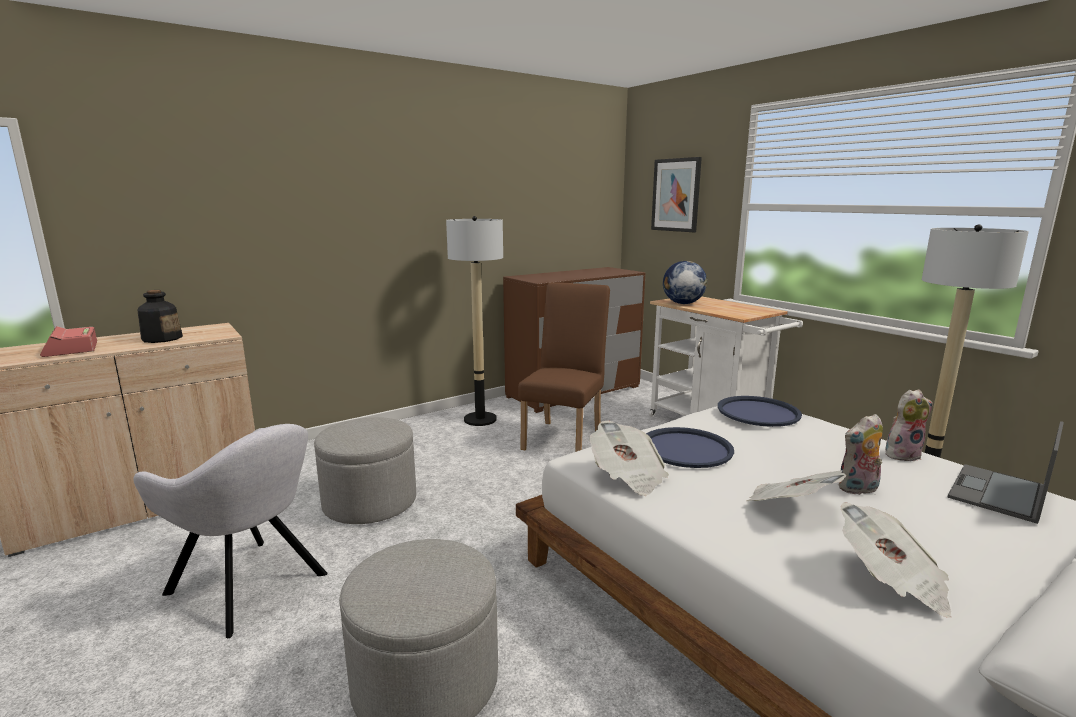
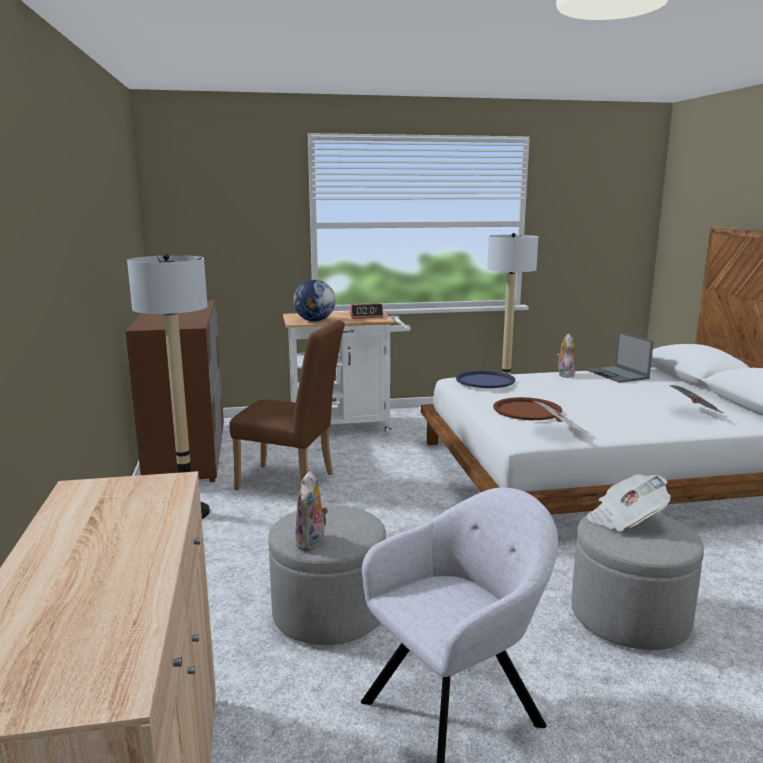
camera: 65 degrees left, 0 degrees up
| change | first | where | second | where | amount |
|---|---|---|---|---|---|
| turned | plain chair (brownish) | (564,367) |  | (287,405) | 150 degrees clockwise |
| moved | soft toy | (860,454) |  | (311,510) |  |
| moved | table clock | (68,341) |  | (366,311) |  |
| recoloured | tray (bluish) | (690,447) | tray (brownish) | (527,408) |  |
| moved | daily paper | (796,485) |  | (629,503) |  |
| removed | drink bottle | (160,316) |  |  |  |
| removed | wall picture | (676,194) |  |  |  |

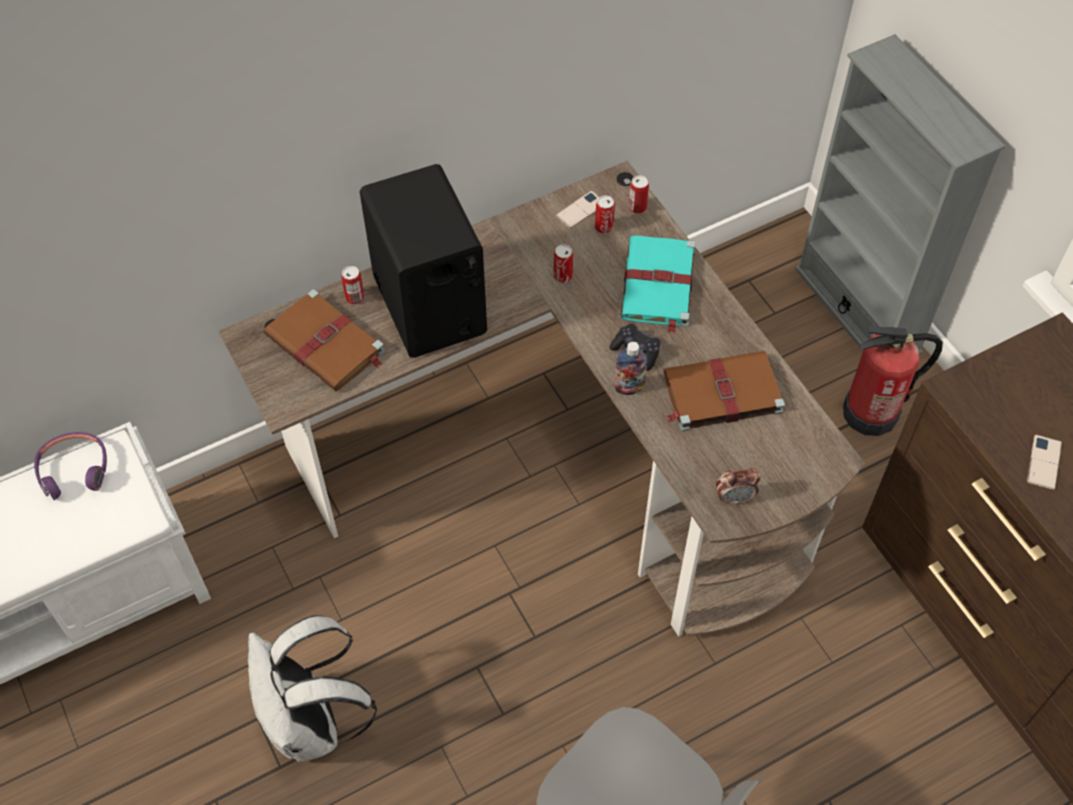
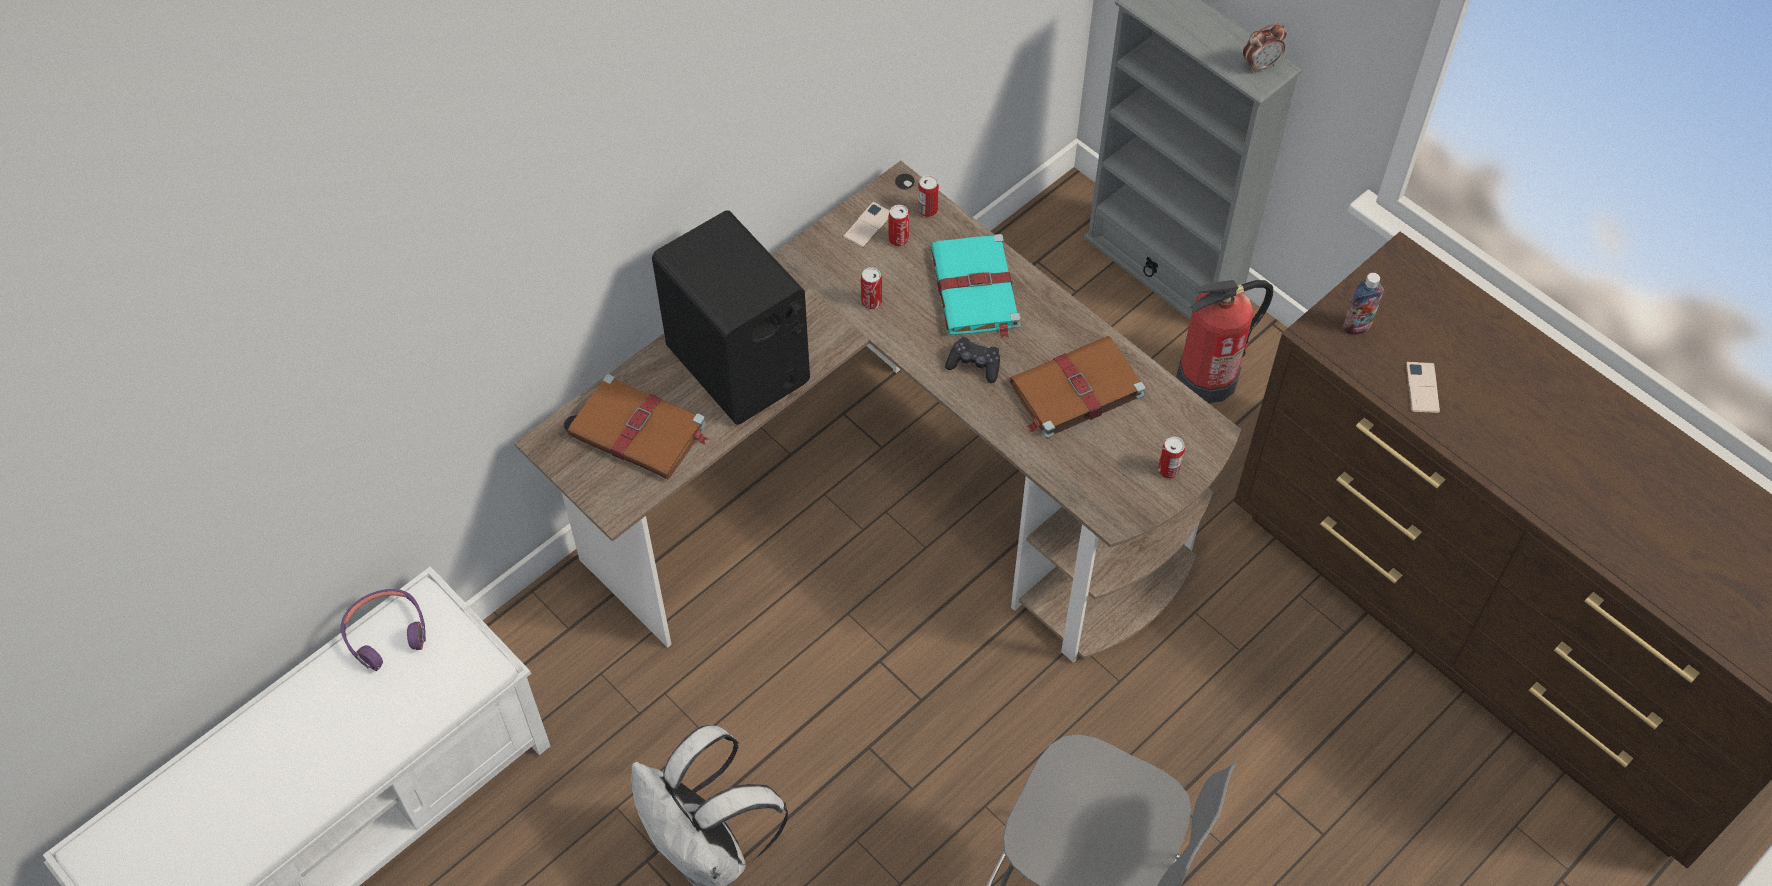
camera: 15 degrees left, 0 degrees up
| change | first | where | second | where | amount |
|---|---|---|---|---|---|
| moved | can | (352,285) |  | (1171,458) |  |
| moved | table clock | (738,486) |  | (1265,48) |  |
| moved | drink bottle | (630,368) |  | (1363,304) |  |

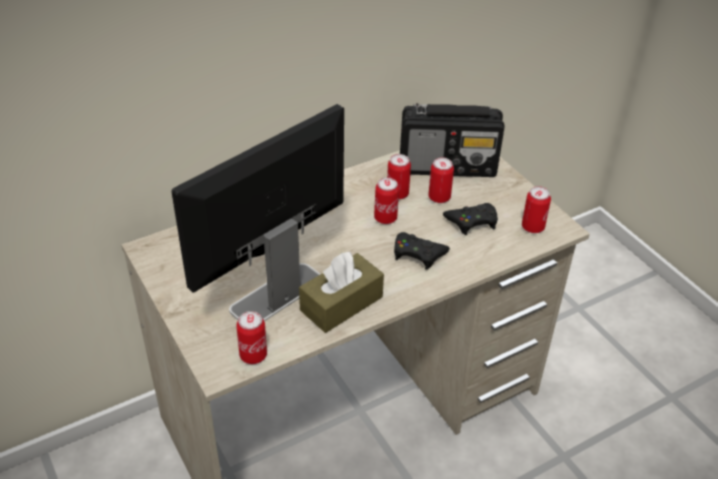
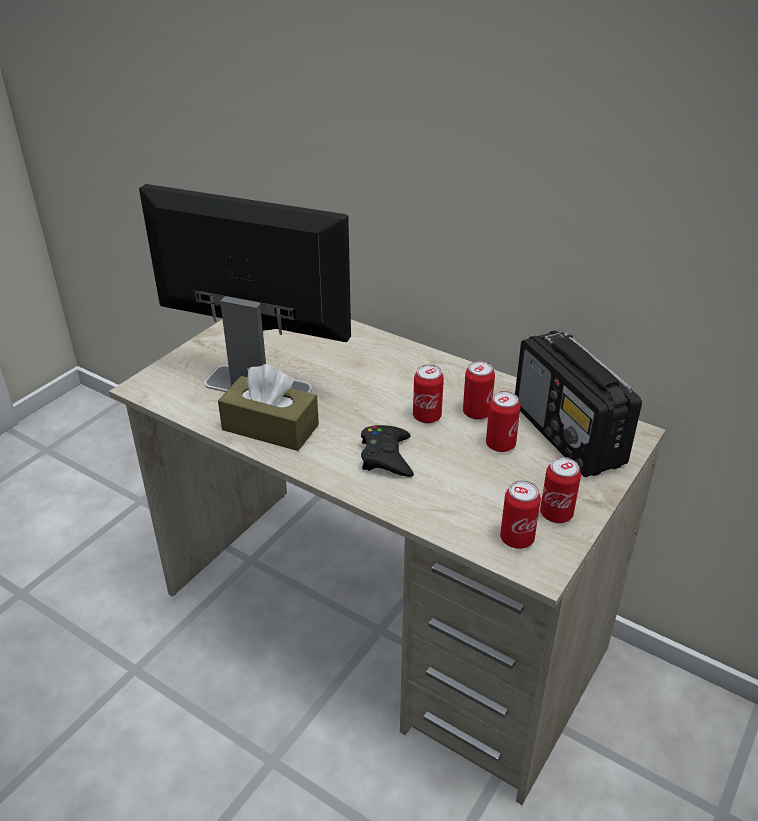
camera: 65 degrees right, 5 degrees down
| change | first | where | second | where | amount |
|---|---|---|---|---|---|
| moved | can | (251,337) |  | (560,490) |  |
| removed | game controller (black) | (470,219) |  |  |  |

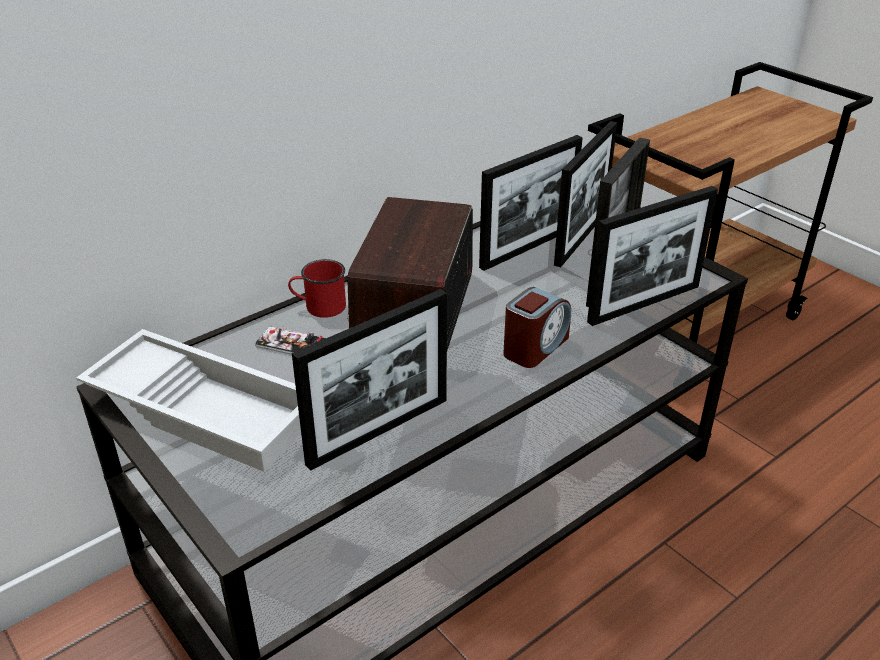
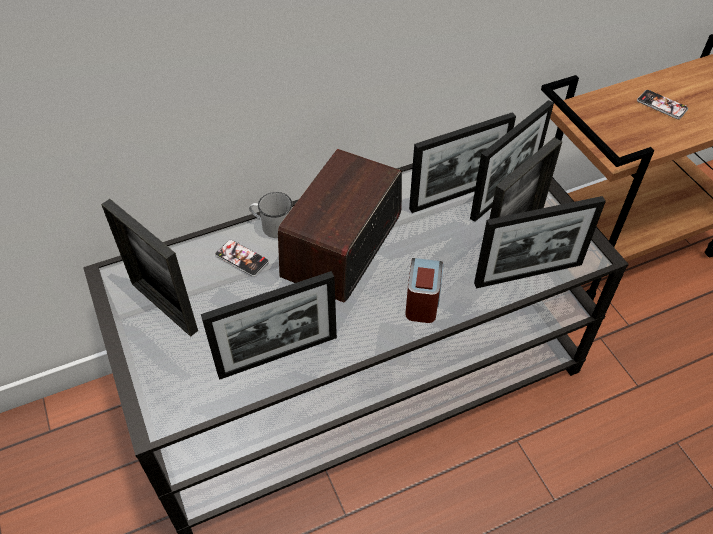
camera: 15 degrees right, 15 degrees up
| change | first | where | second | where | amount |
|---|---|---|---|---|---|
| replaced | tray (white-coloured) | (188,400) | standing frame | (149,268) |  |
| recoloured | coffee mug (red) | (317,288) | coffee mug (white-coloured) | (270,215) |  |
| turned | table clock | (537,327) |  | (424,290) | 45 degrees counterclockwise |
| added |  |  | telephone | (662,104) |  |

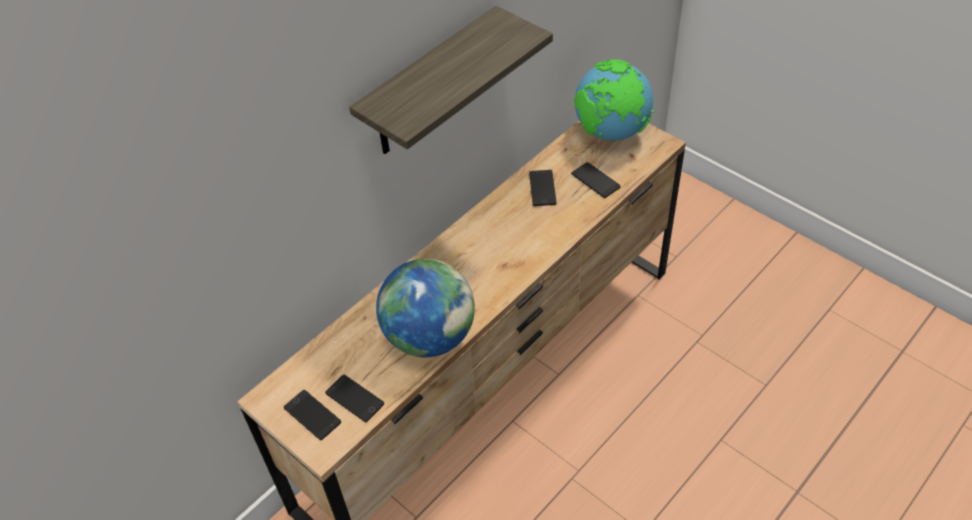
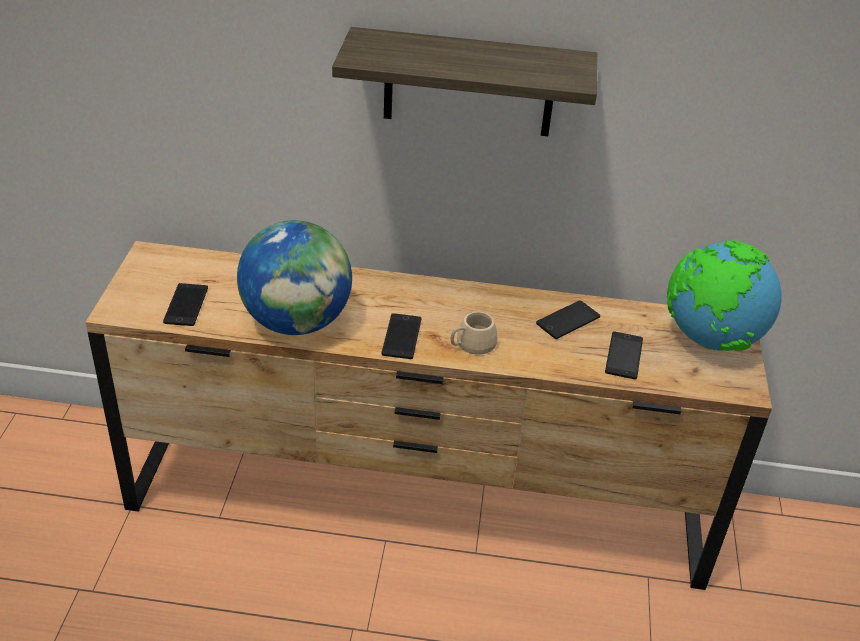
camera: 50 degrees right, 10 degrees down
| change | first | where | second | where | amount |
|---|---|---|---|---|---|
| moved | telephone | (312,415) |  | (402,336) |  |
| added |  |  | coffee mug (beige) | (473,333) |  |

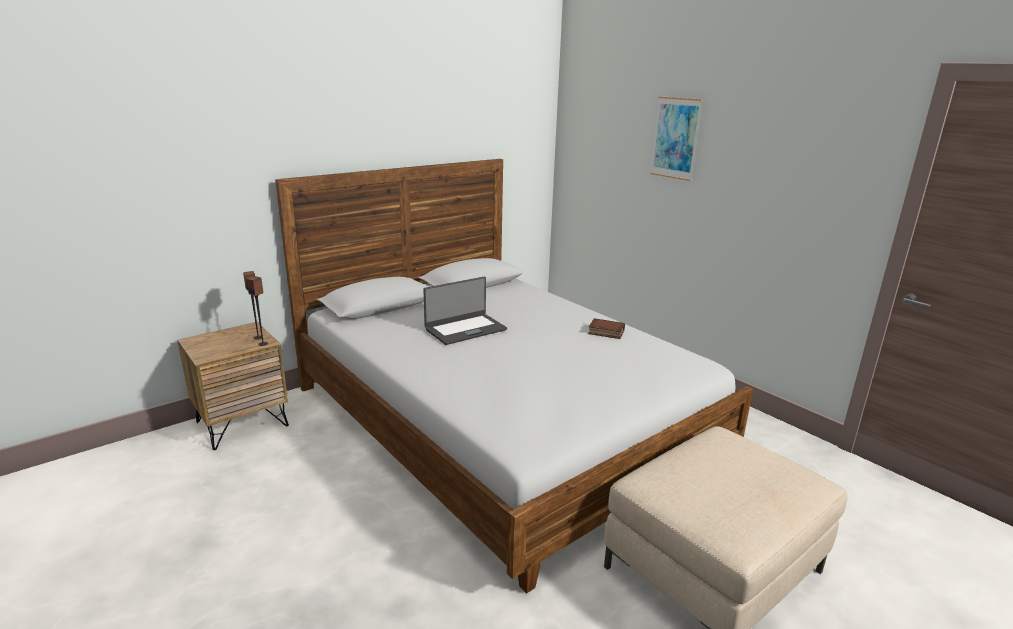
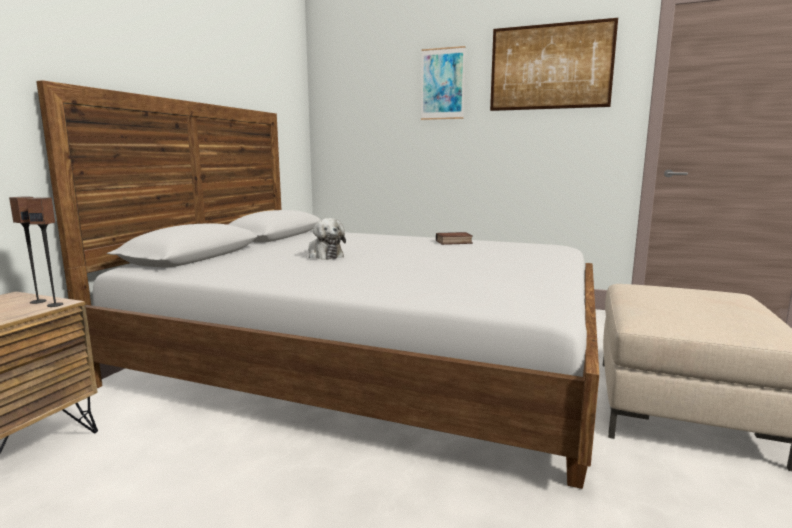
camera: 30 degrees left, 10 degrees down
| change | first | where | second | where | amount |
|---|---|---|---|---|---|
| replaced | laptop | (465,311) | soft toy | (327,239) |  |
| added |  |  | wall picture | (554,64) |  |

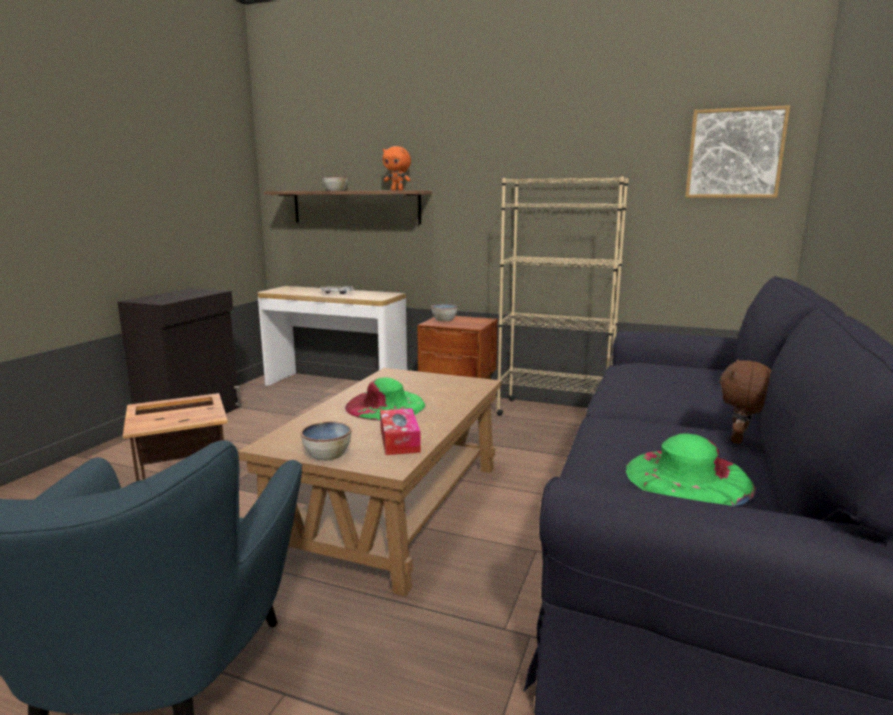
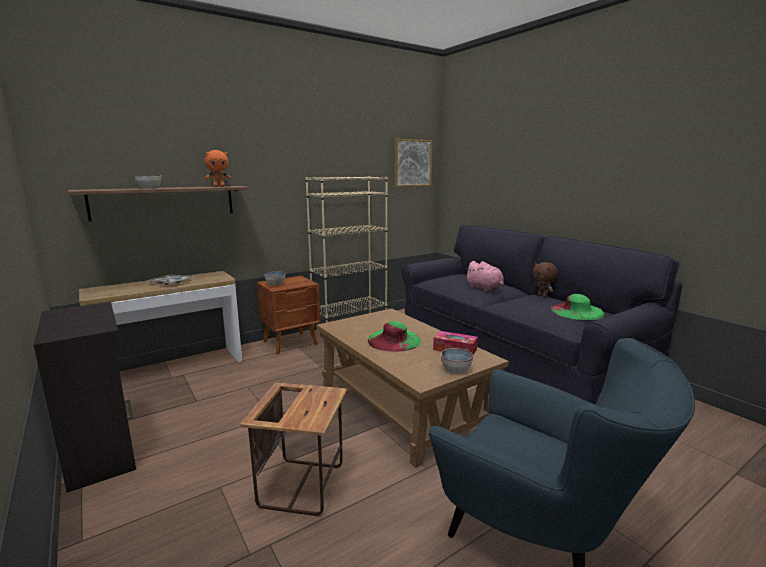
camera: 55 degrees left, 0 degrees up
| change | first | where | second | where | amount |
|---|---|---|---|---|---|
| added |  |  | soft toy (pink) | (485,276) |  |

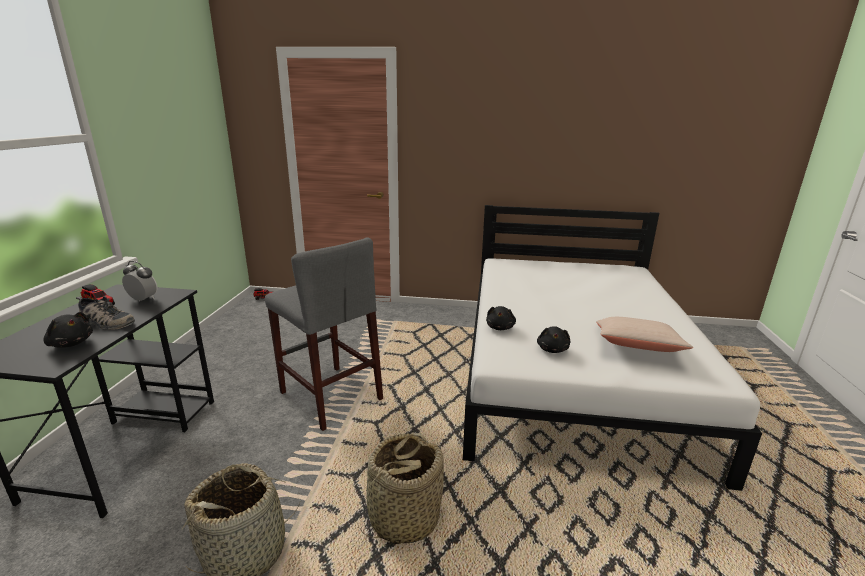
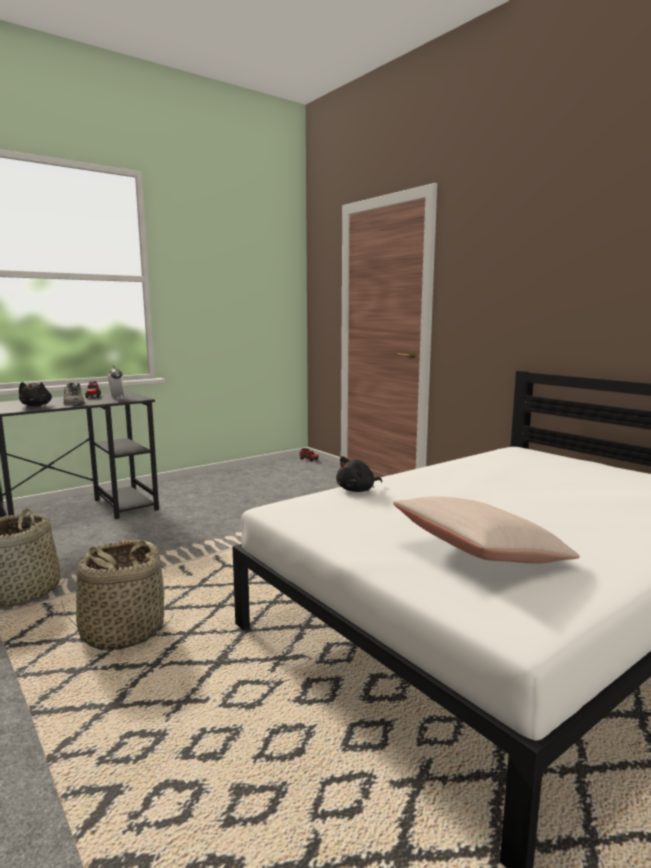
camera: 45 degrees right, 10 degrees down
| change | first | where | second | where | amount |
|---|---|---|---|---|---|
| removed | stool seat (grey) | (324,334) |  |  |  |
| removed | soft toy (black) | (553,339) |  |  |  |

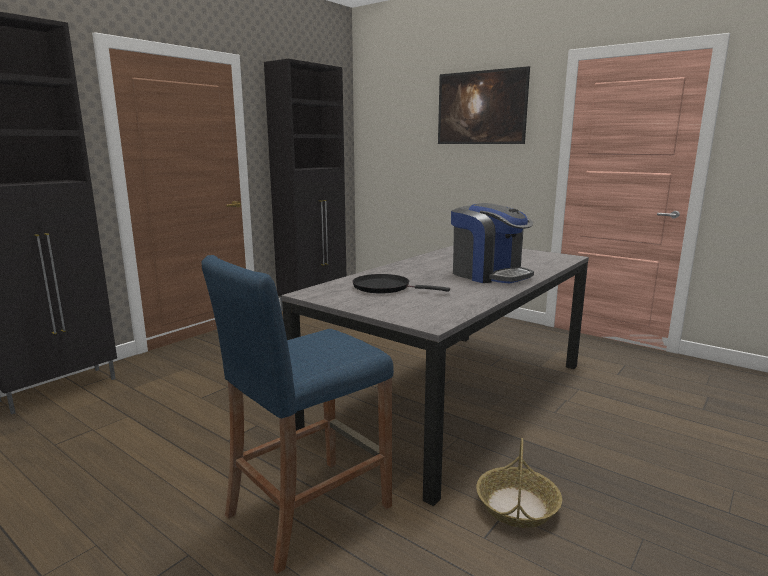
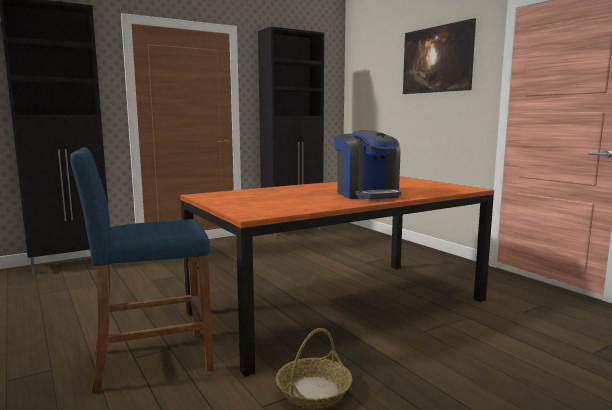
camera: 20 degrees right, 5 degrees down
| change | first | where | second | where | amount |
|---|---|---|---|---|---|
| recoloured | dining table (grey) | (435,375) | dining table (orange) | (337,276) |  |
| removed | frying pan (black) | (401,283) |  |  |  |

